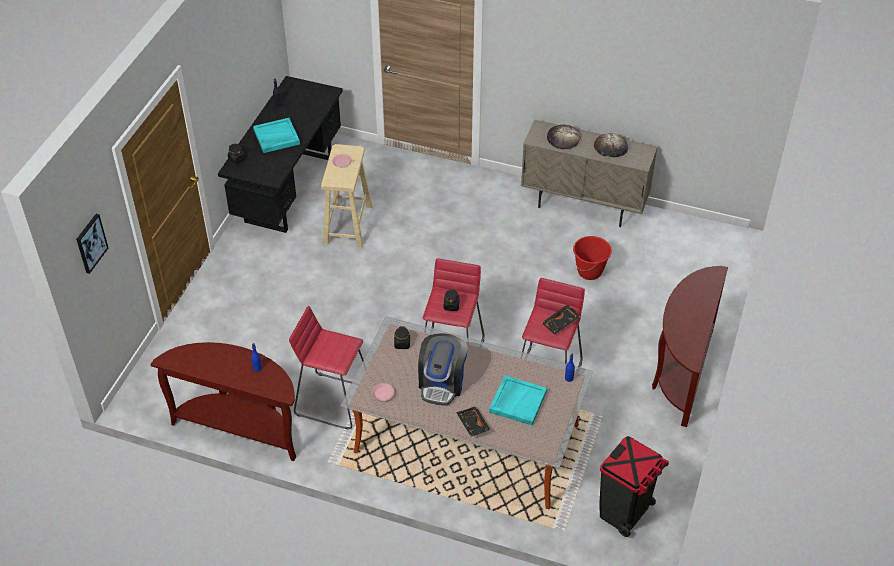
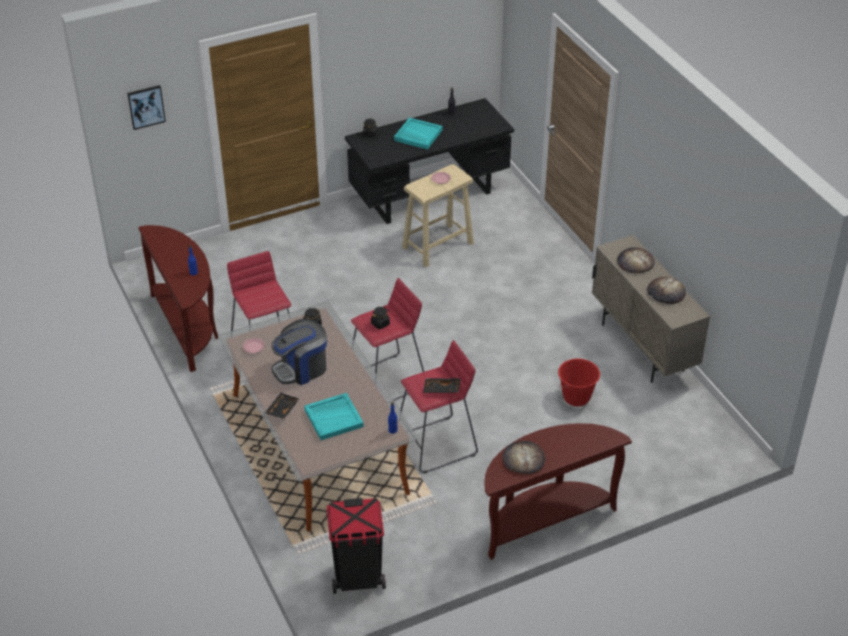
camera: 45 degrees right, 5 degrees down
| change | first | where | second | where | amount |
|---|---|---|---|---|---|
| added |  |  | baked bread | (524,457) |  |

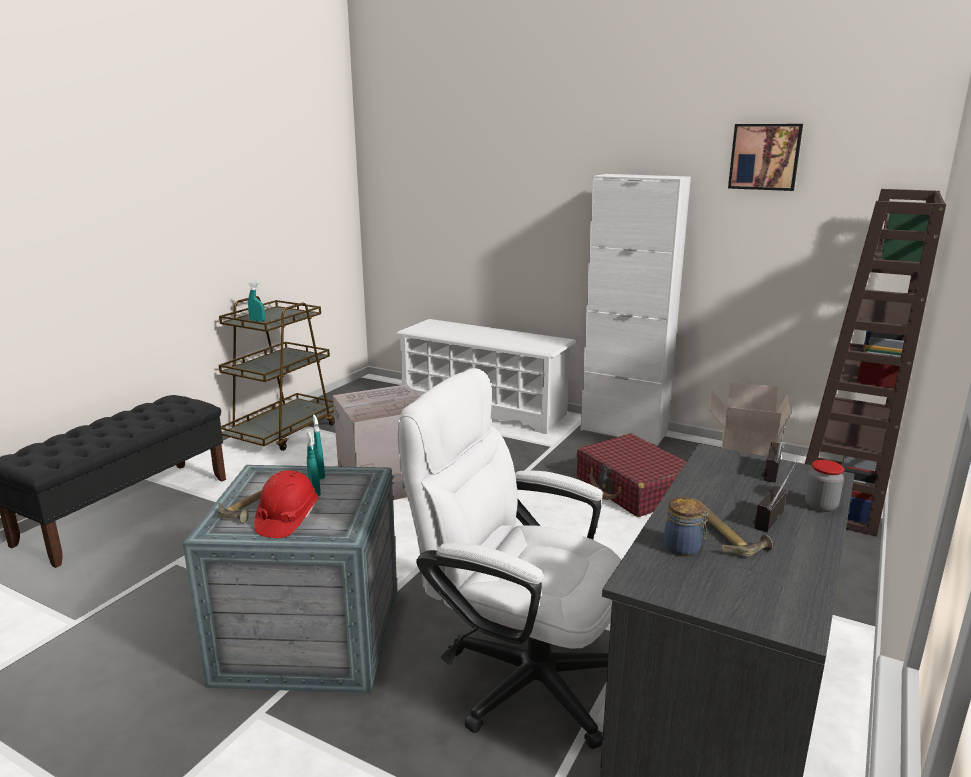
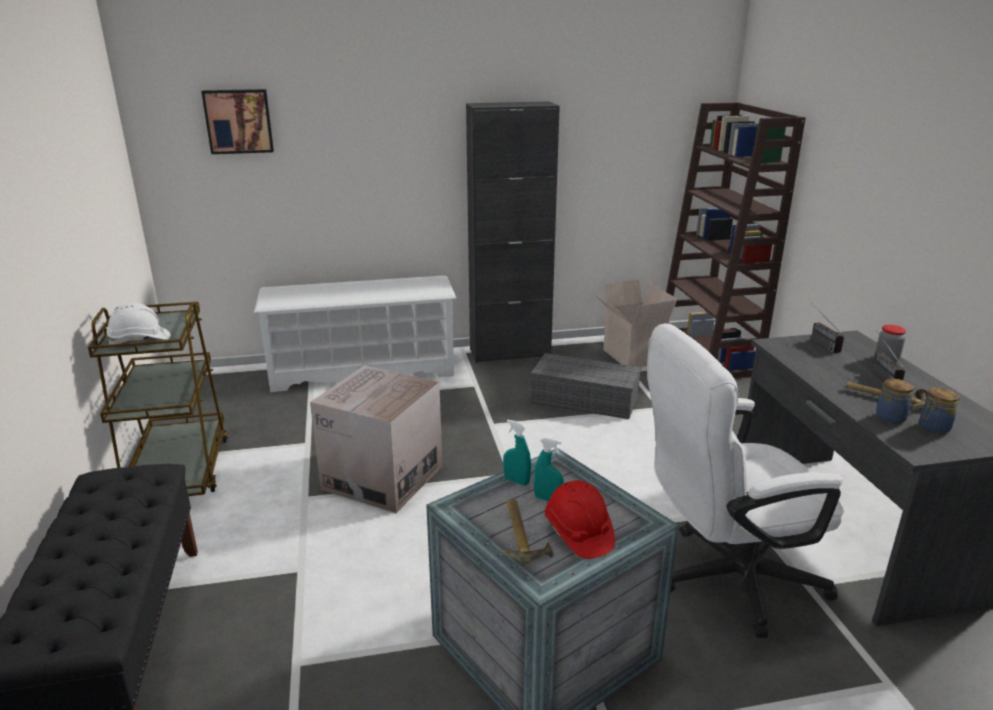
camera: 40 degrees left, 5 degrees up
| change | first | where | second | where | amount |
|---|---|---|---|---|---|
| replaced | hand sprayer (blue-green) | (256,301) | work helmet (white-coloured) | (138,323) |  |
| moved | wall picture | (765,157) |  | (237,121) |  |
| recoloured | cabinet (white-coloured) | (635,310) | cabinet (black) | (513,232) |  |
| replaced | travel case (red) | (631,475) | storage box (grey) | (586,386) |  |
| added |  |  | jar | (939,410) |  |

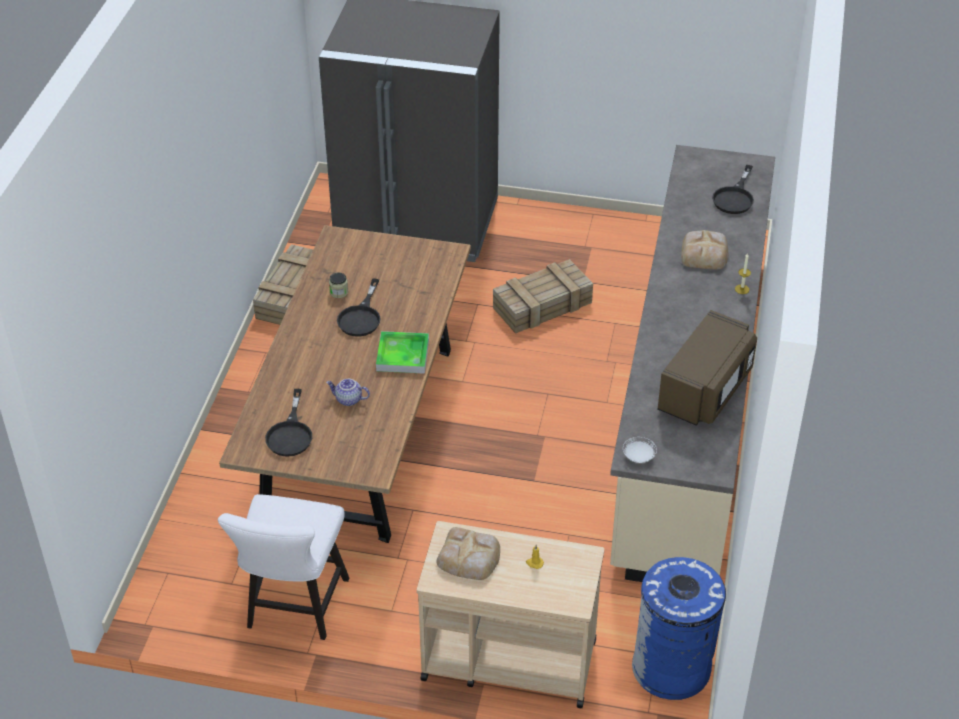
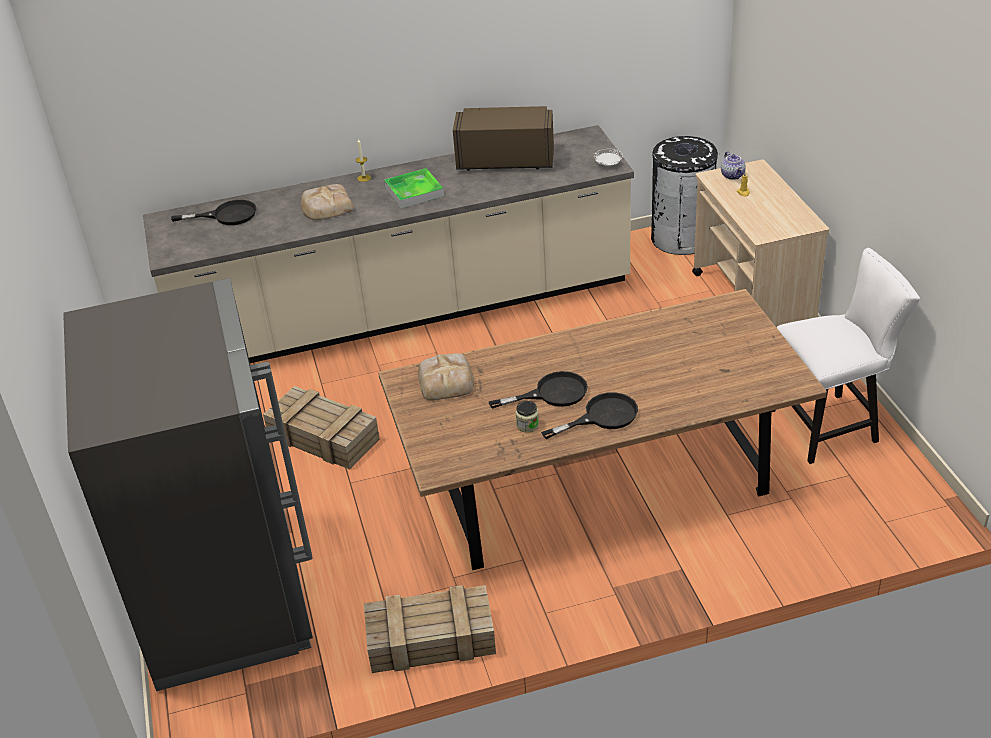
camera: 115 degrees left, 5 degrees down
| change | first | where | second | where | amount |
|---|---|---|---|---|---|
| moved | tray | (402,352) |  | (414,188) |  |
| moved | baked bread | (468,553) |  | (446,377) |  |
| moved | frying pan (black) | (288,423) |  | (589,415) |  |
| recoloured | waste bin (bluish) | (679,628) | waste bin (black) | (685,195) |  |
| moved | tea pot | (348,392) |  | (733,165) |  |

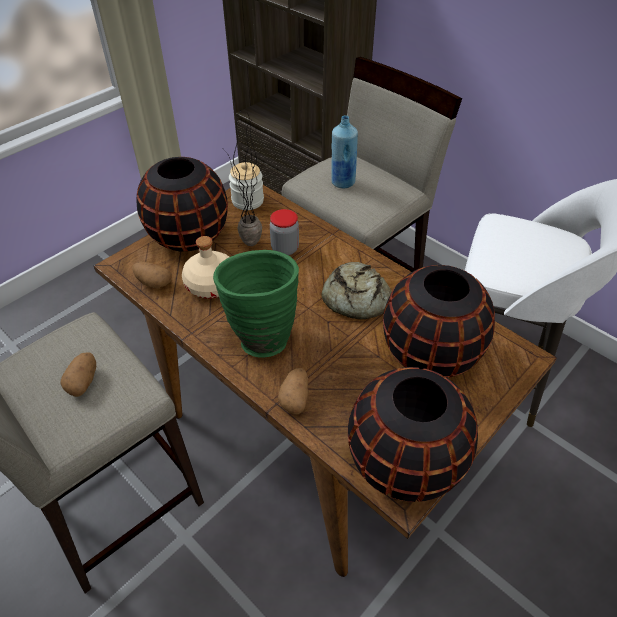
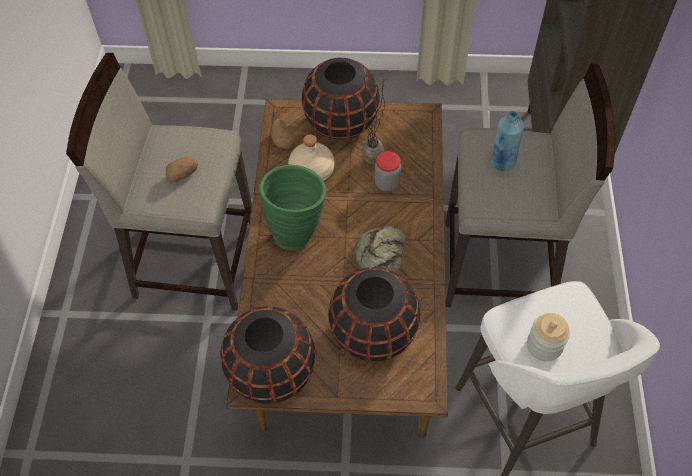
camera: 50 degrees right, 10 degrees up
| change | first | where | second | where | amount |
|---|---|---|---|---|---|
| moved | jar | (246,186) |  | (548,337) |  |
| removed | spud | (293,391) |  |  |  |

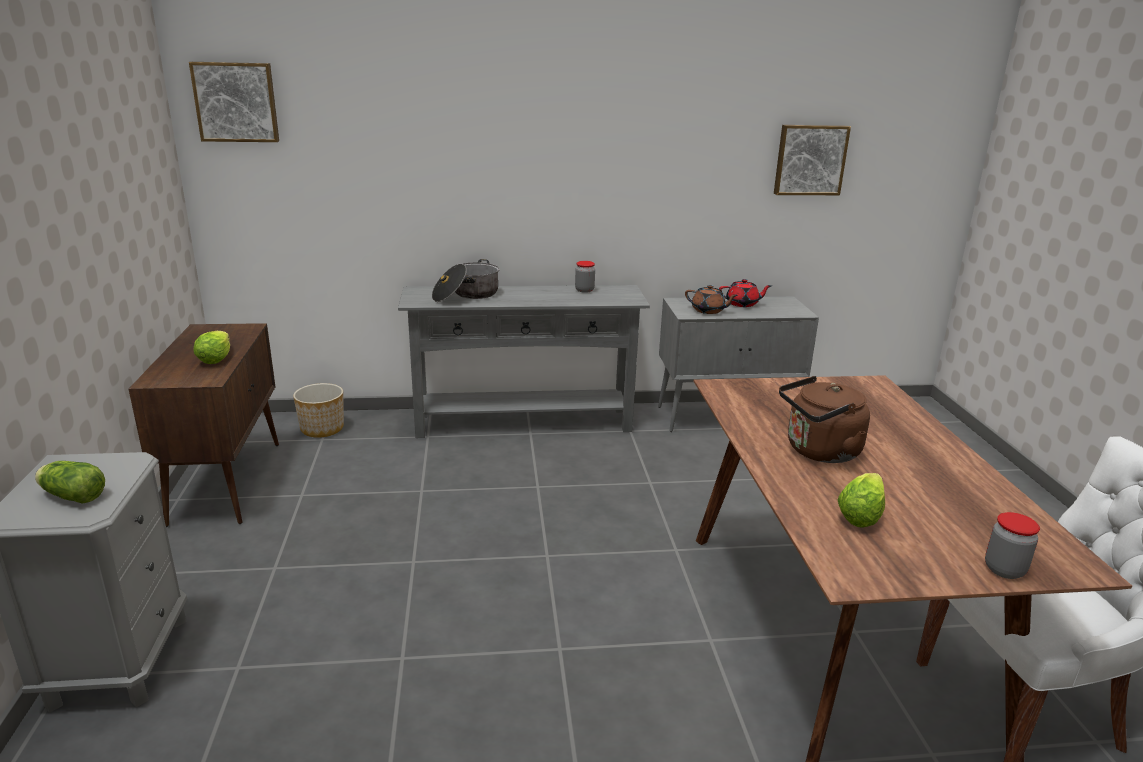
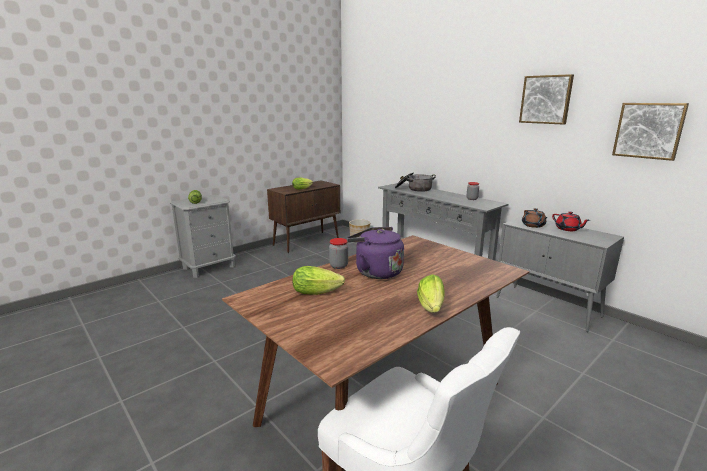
camera: 55 degrees right, 5 degrees down
| change | first | where | second | where | amount |
|---|---|---|---|---|---|
| moved | jar | (1012,545) |  | (338,253) |  |
| recoloured | kettle (brownish) | (824,419) | kettle (purple) | (375,253) |  |
| added |  |  | head of lettuce | (431,293) |  |
| moved | wall picture | (234,102) |  | (546,99) |  |

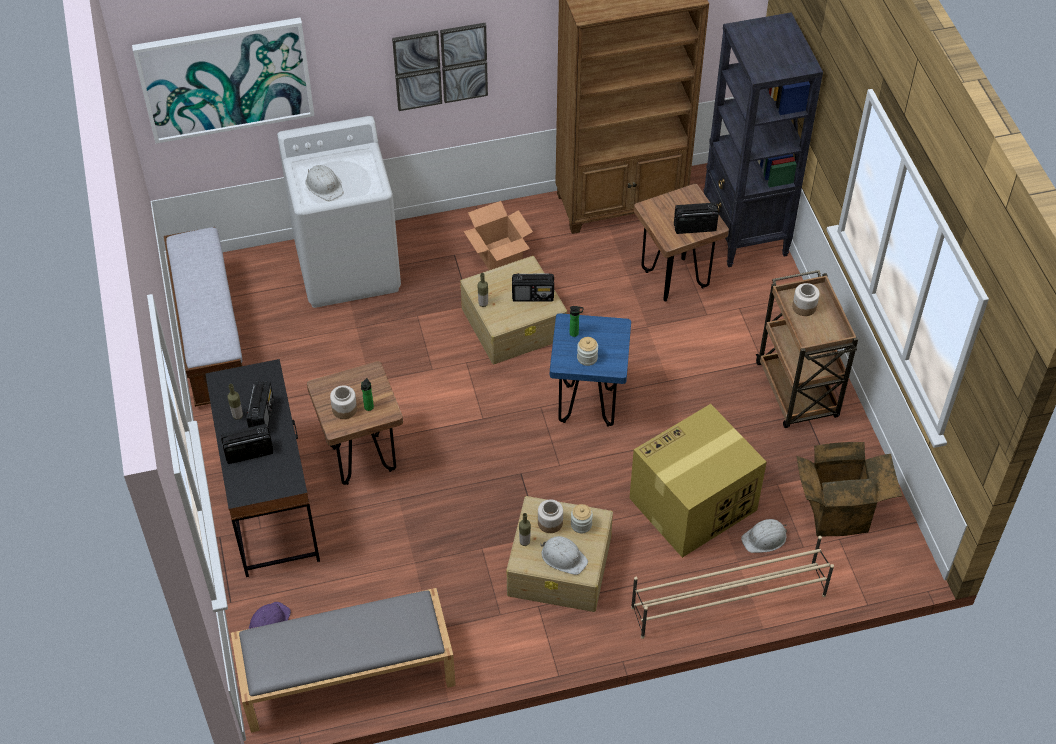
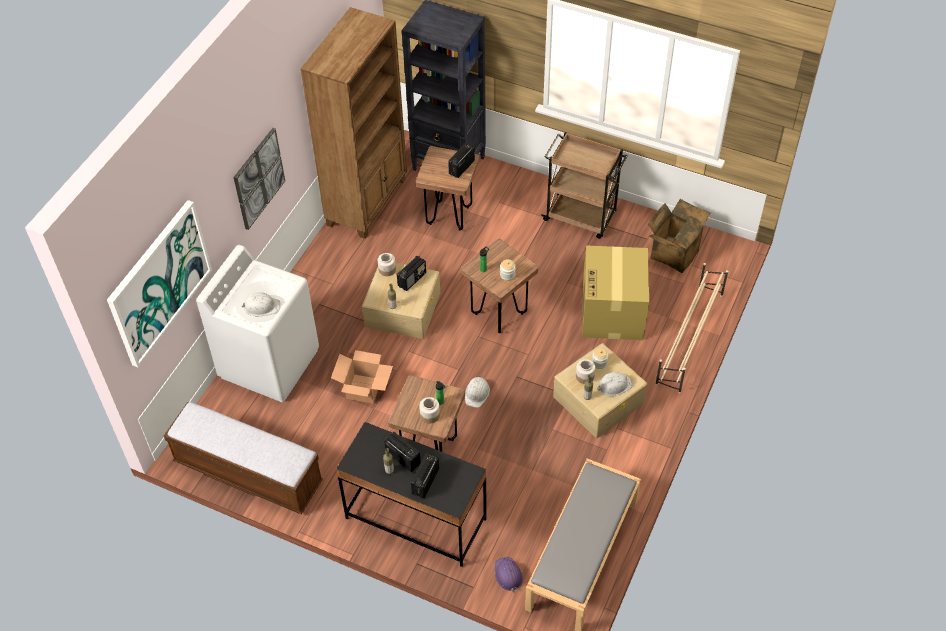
camera: 50 degrees left, 0 degrees up
| change | first | where | second | where | amount |
|---|---|---|---|---|---|
| moved | cardboard box | (498,235) |  | (362,377) |  |
| moved | jar | (806,299) |  | (387,264) |  |
| recoloured | stool seat (bluish) | (590,370) | stool seat (brownish) | (500,286) |  |
| moved | work helmet (white-coloured) | (764,536) |  | (477,392) |  |

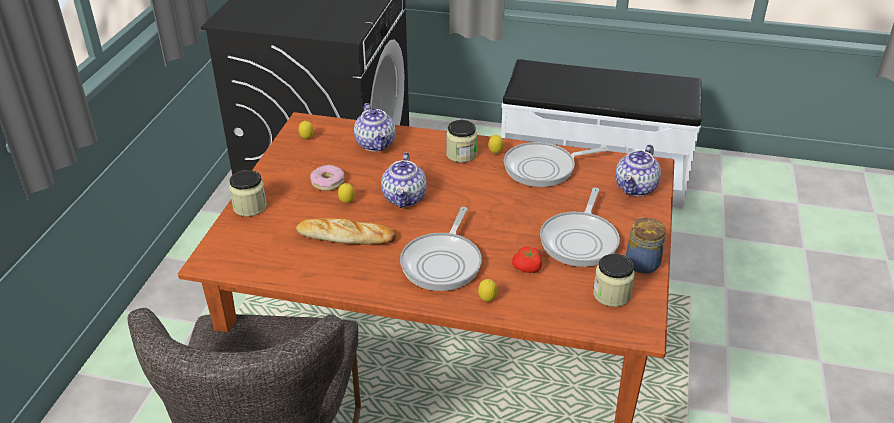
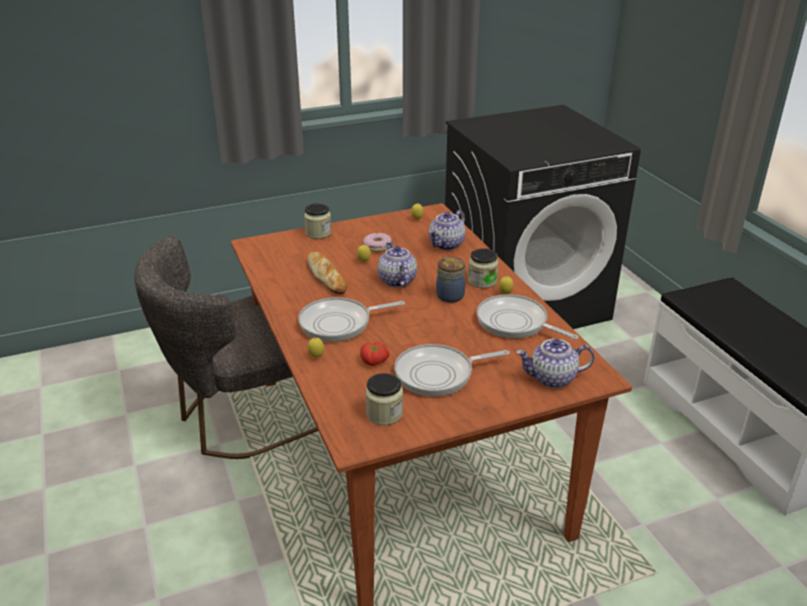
camera: 55 degrees right, 5 degrees down
| change | first | where | second | where | amount |
|---|---|---|---|---|---|
| turned | tea pot | (404,180) |  | (397,264) | 105 degrees clockwise |
| moved | jar | (646,245) |  | (450,280) |  |

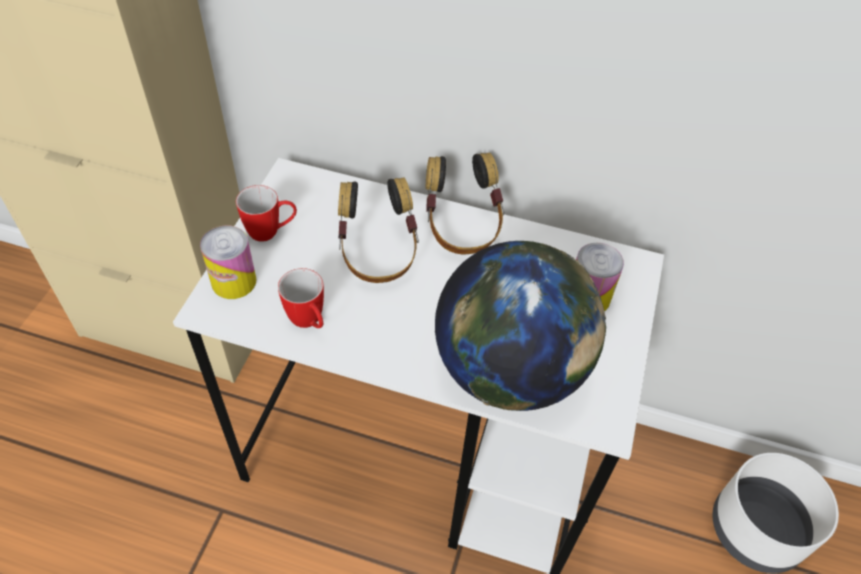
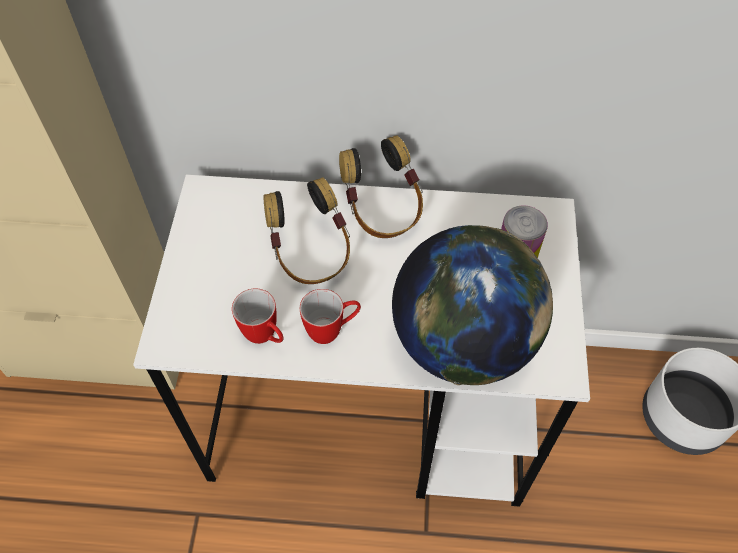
camera: 10 degrees left, 5 degrees up
| change | first | where | second | where | amount |
|---|---|---|---|---|---|
| moved | coffee mug | (266,213) |  | (330,316) |  |
| removed | can | (228,262) |  |  |  |

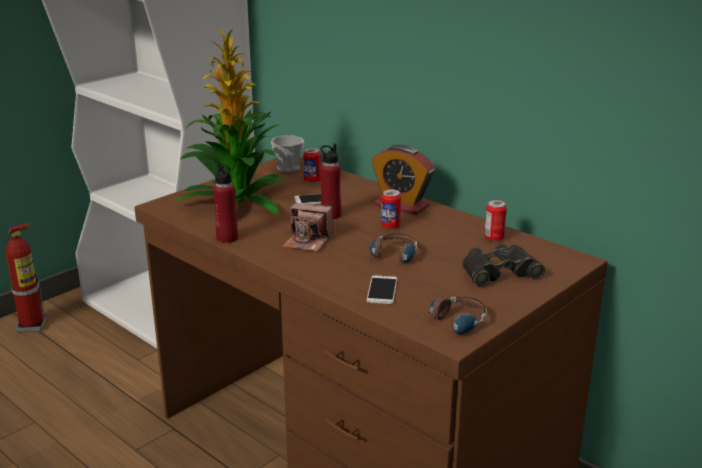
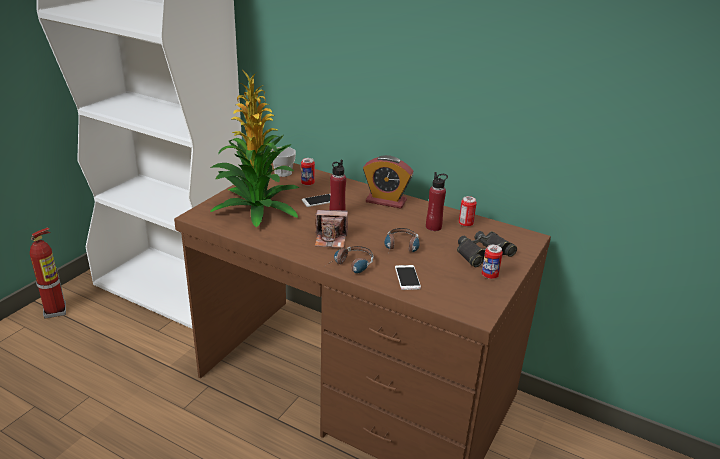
camera: 15 degrees left, 5 degrees up
| change | first | where | second | where | amount |
|---|---|---|---|---|---|
| moved | pair of headphones | (451,315) |  | (349,260) |  |
| moved | drink bottle (red) | (225,203) |  | (437,201) |  |
| moved | can | (391,209) |  | (492,262) |  |

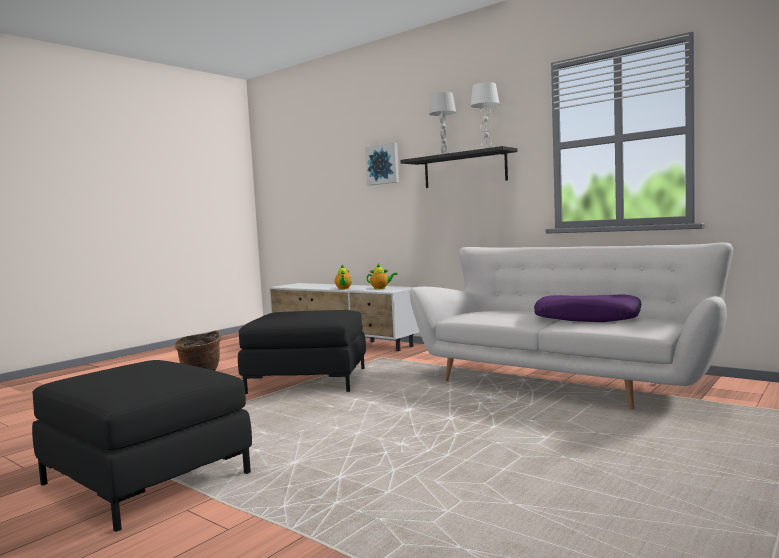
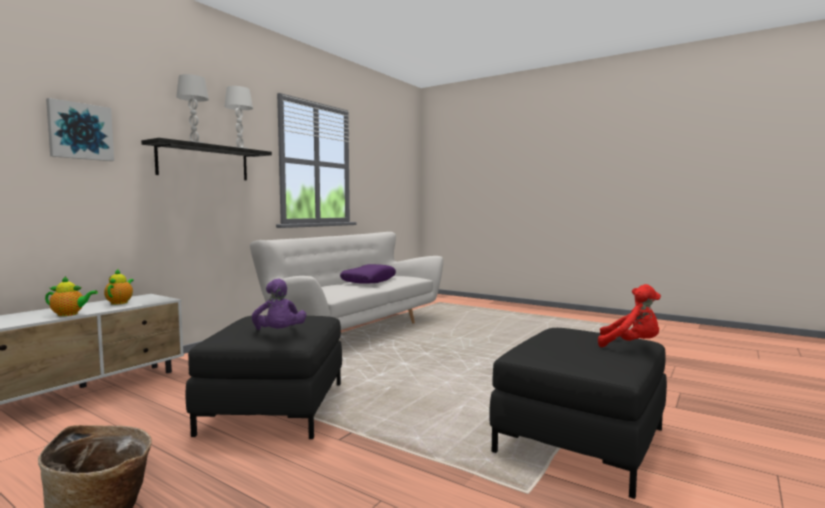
camera: 95 degrees left, 0 degrees up
| change | first | where | second | where | amount |
|---|---|---|---|---|---|
| added |  |  | soft toy (purple) | (279,304) |  |
| added |  |  | soft toy (red) | (629,315) |  |

